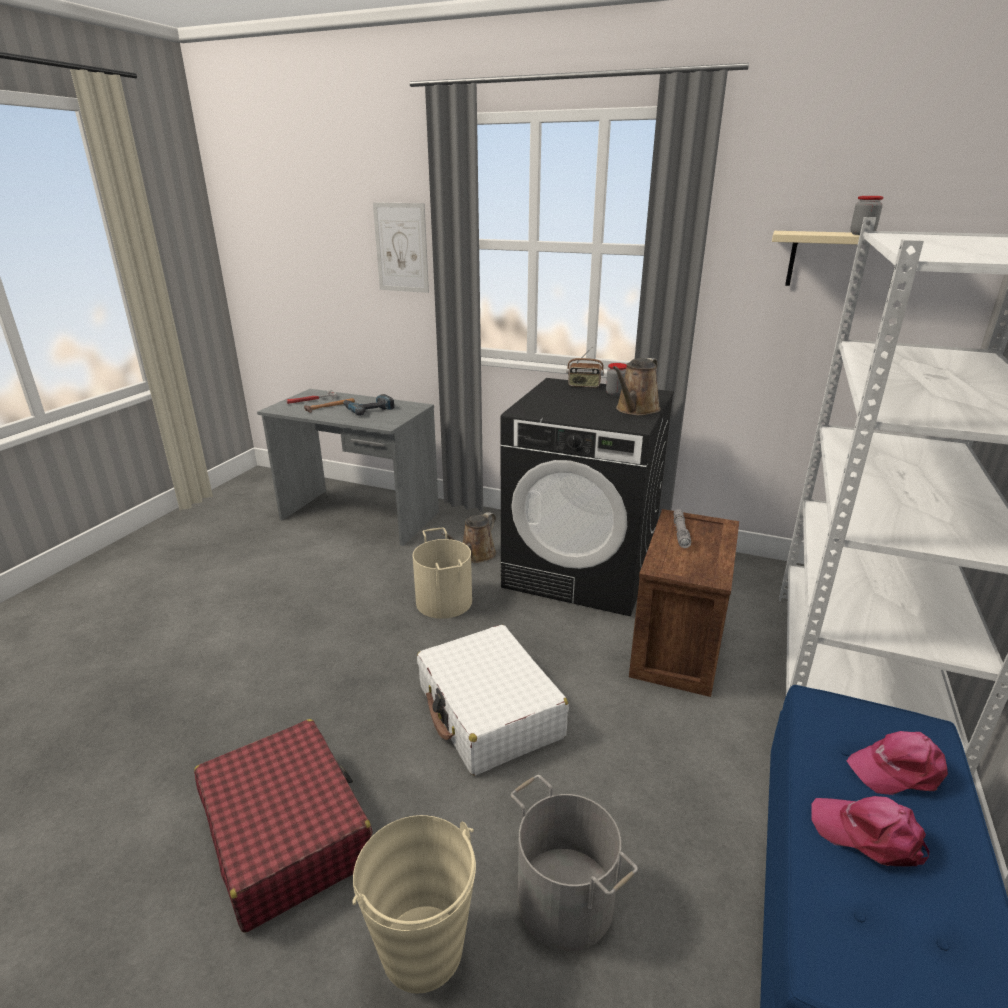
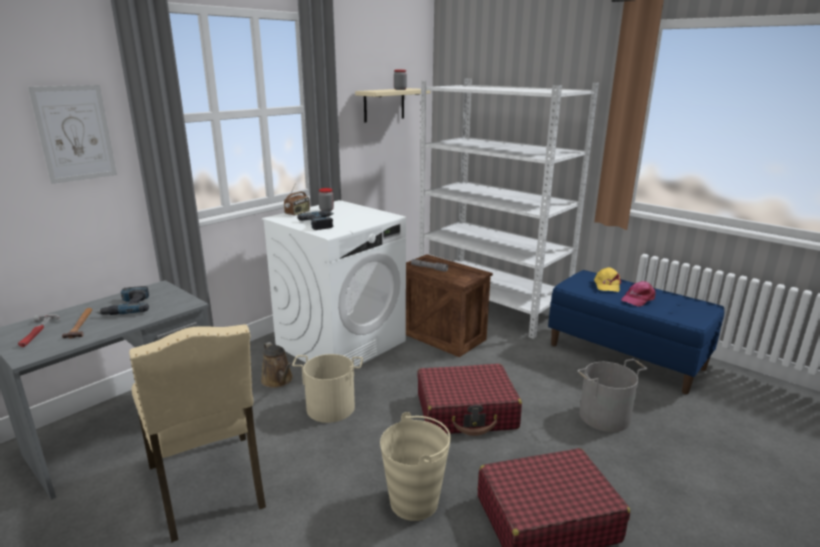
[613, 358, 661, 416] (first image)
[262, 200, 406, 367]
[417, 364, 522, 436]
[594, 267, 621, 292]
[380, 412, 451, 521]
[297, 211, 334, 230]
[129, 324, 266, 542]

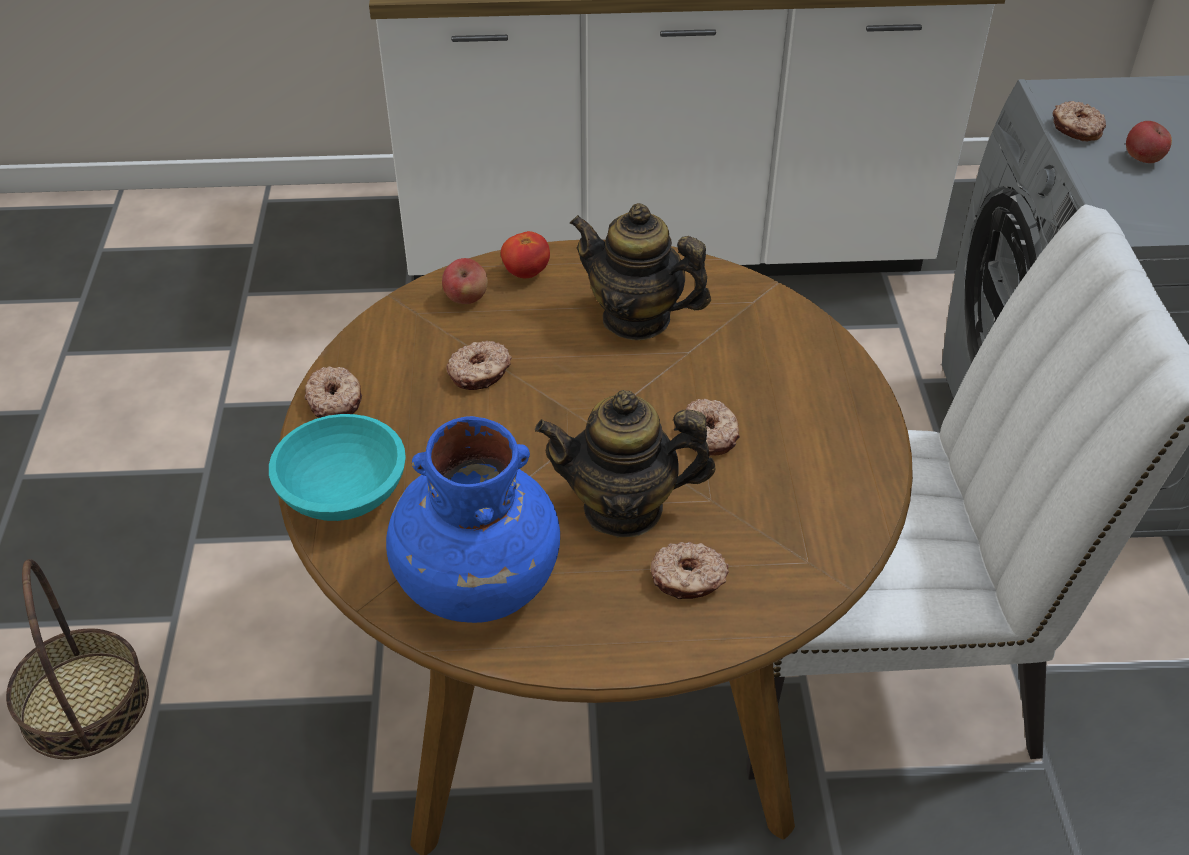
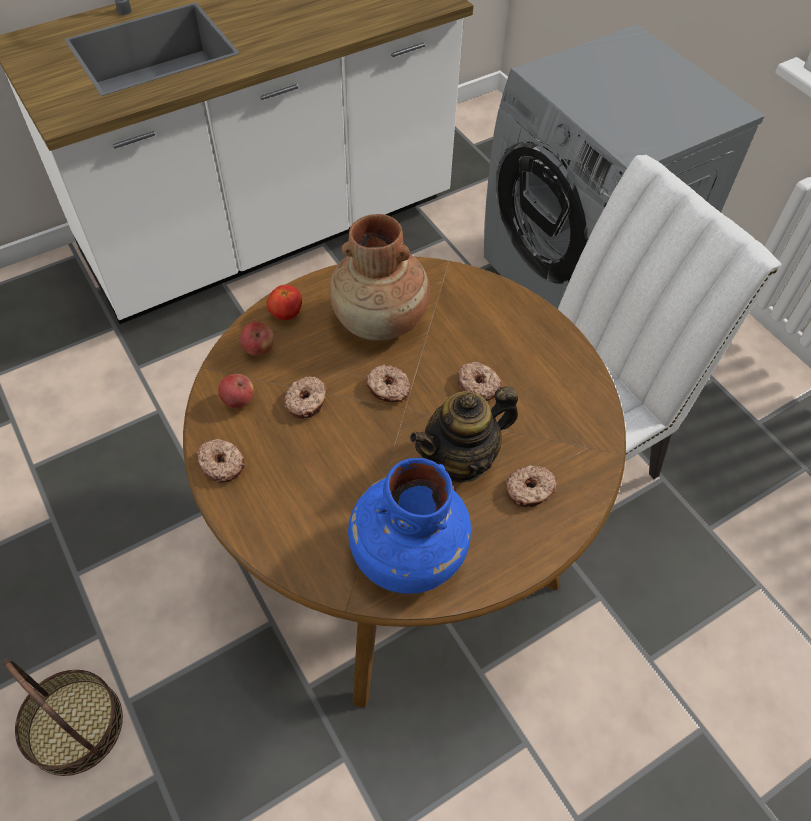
[366, 365, 411, 402]
[218, 373, 254, 408]
[329, 214, 430, 341]
[269, 414, 406, 521] (first image)

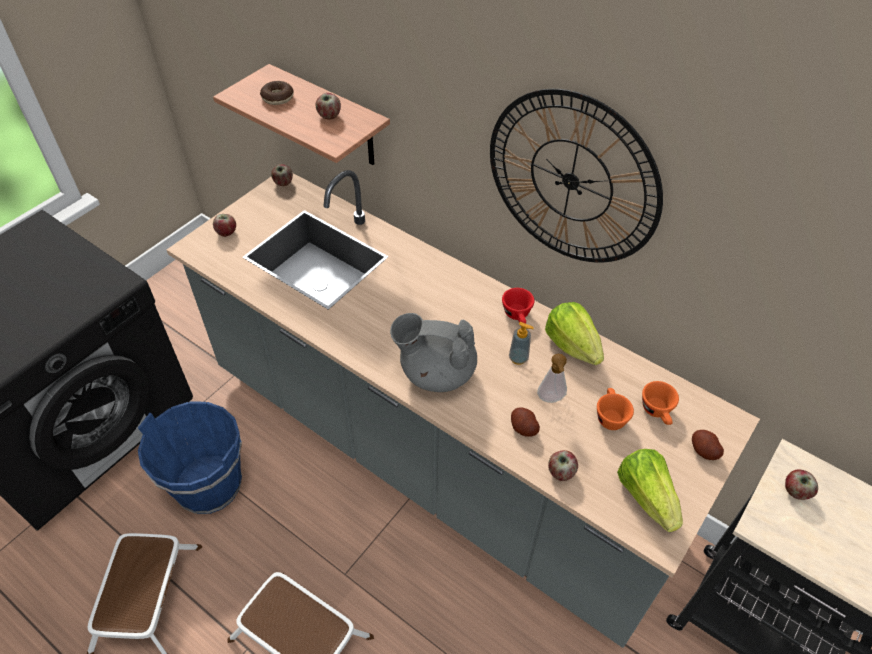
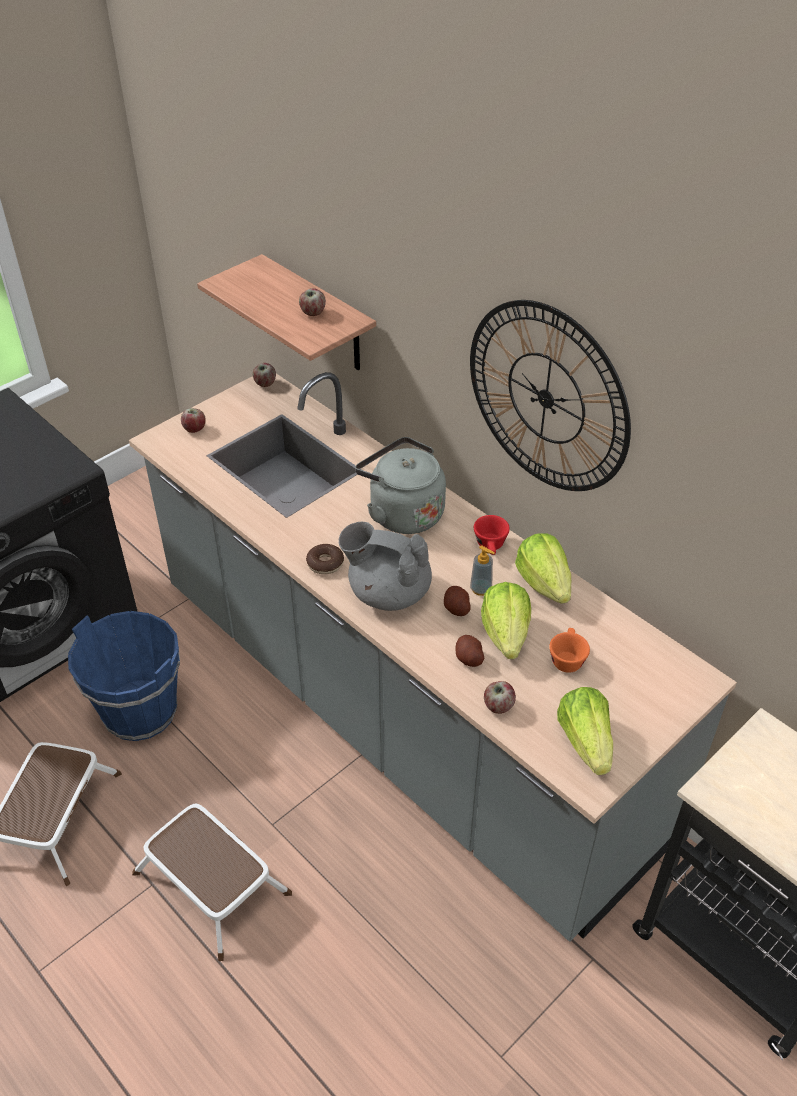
[306, 544, 344, 574]
[481, 582, 531, 659]
[642, 381, 679, 425] (first image)
[444, 586, 471, 616]
[785, 469, 818, 500] (first image)
[355, 437, 446, 534]

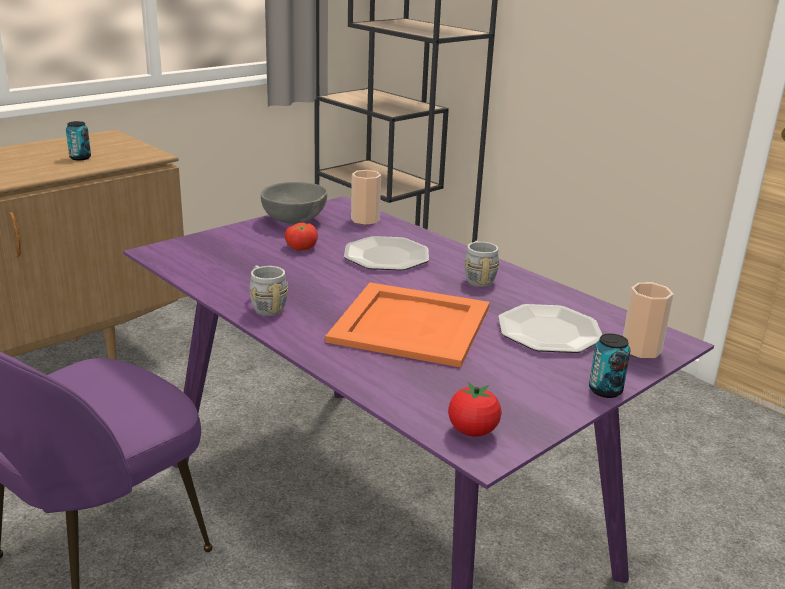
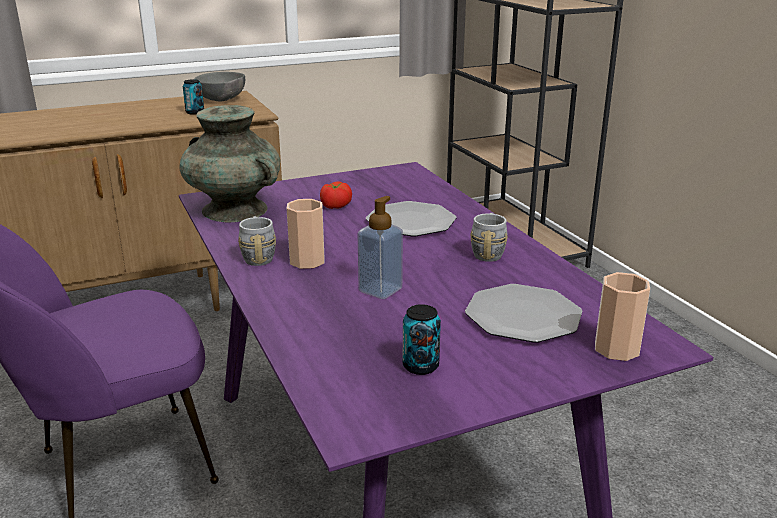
[287, 199, 325, 269]
[194, 72, 245, 101]
[358, 196, 403, 299]
[403, 304, 441, 375]
[448, 382, 501, 437] (first image)
[180, 105, 280, 222]

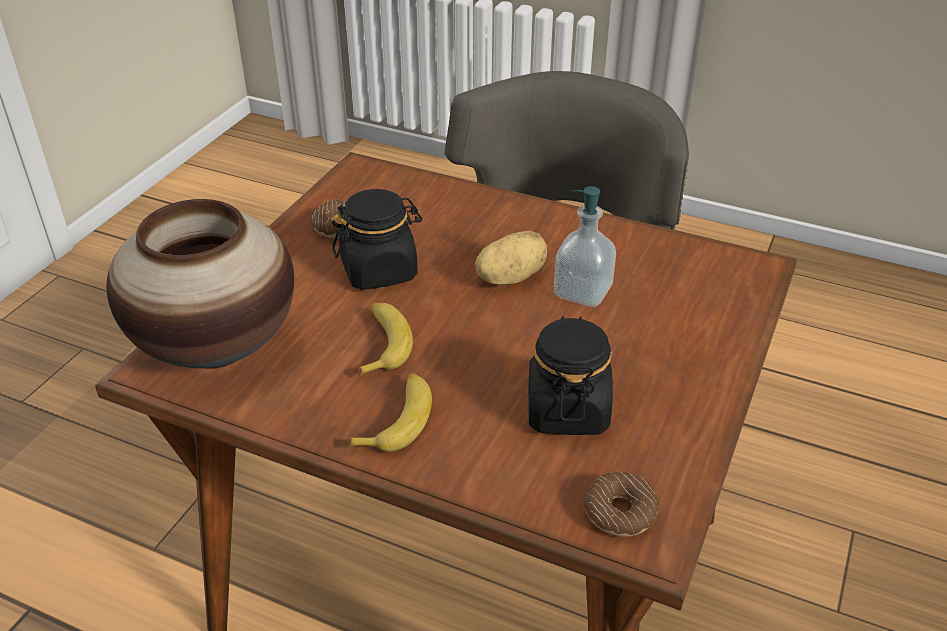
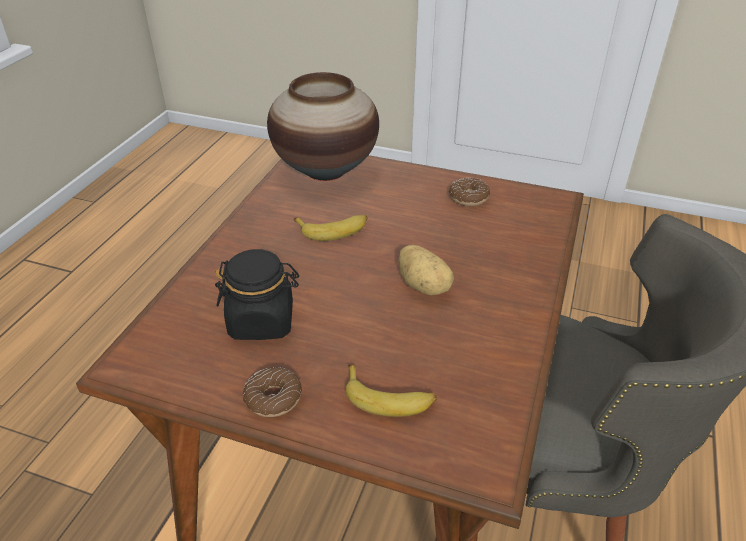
[554, 186, 616, 307] (first image)
[332, 189, 422, 290] (first image)
[345, 364, 437, 417]
[243, 367, 302, 417]

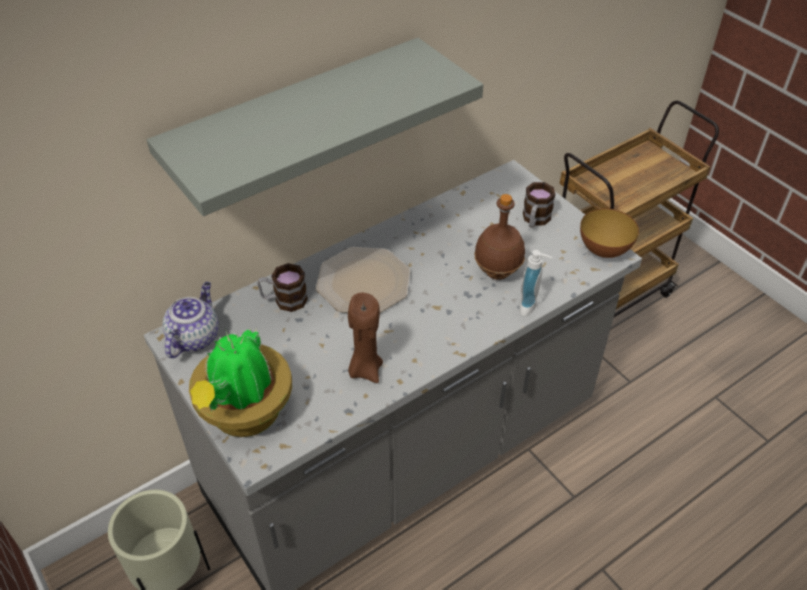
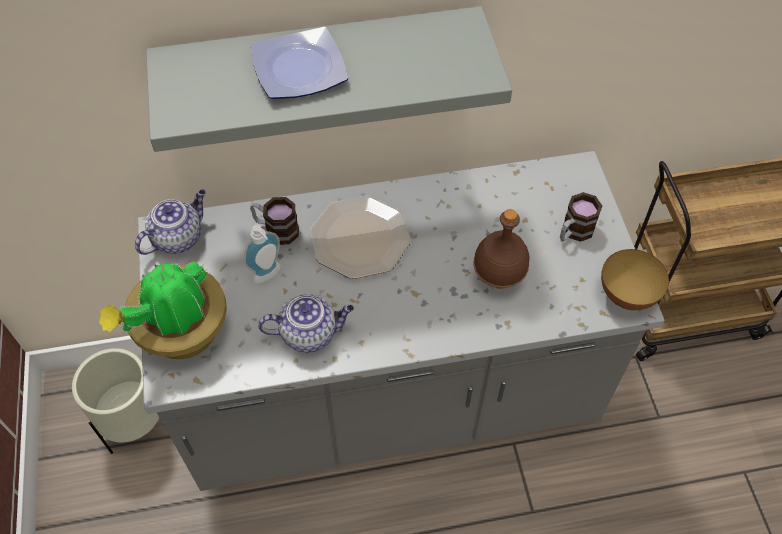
[244, 224, 281, 283]
[258, 294, 354, 353]
[251, 27, 348, 99]

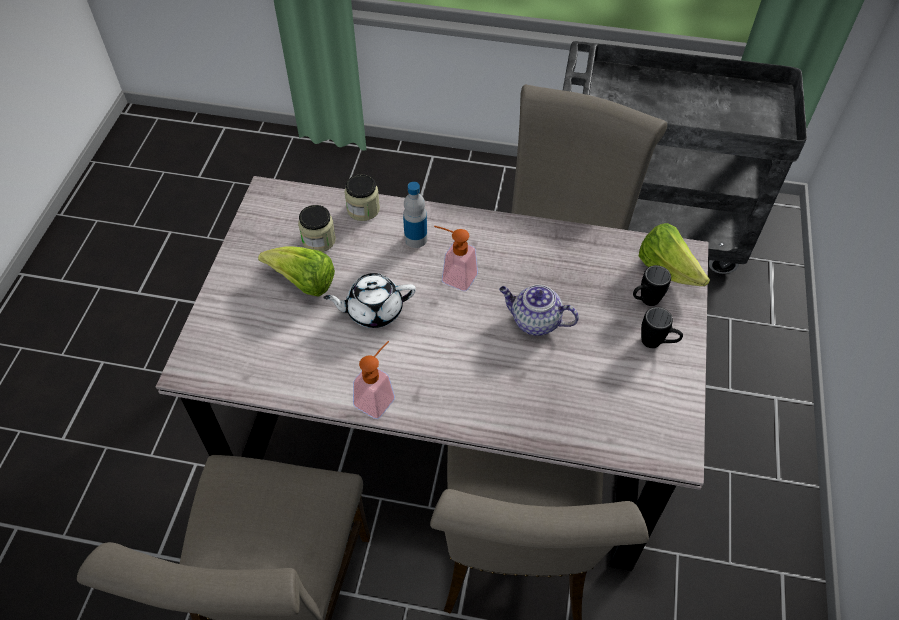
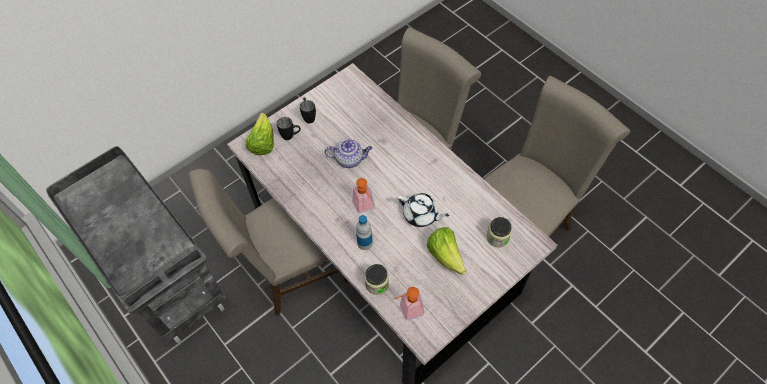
[486, 217, 512, 247]
[324, 139, 373, 168]
[394, 287, 424, 320]

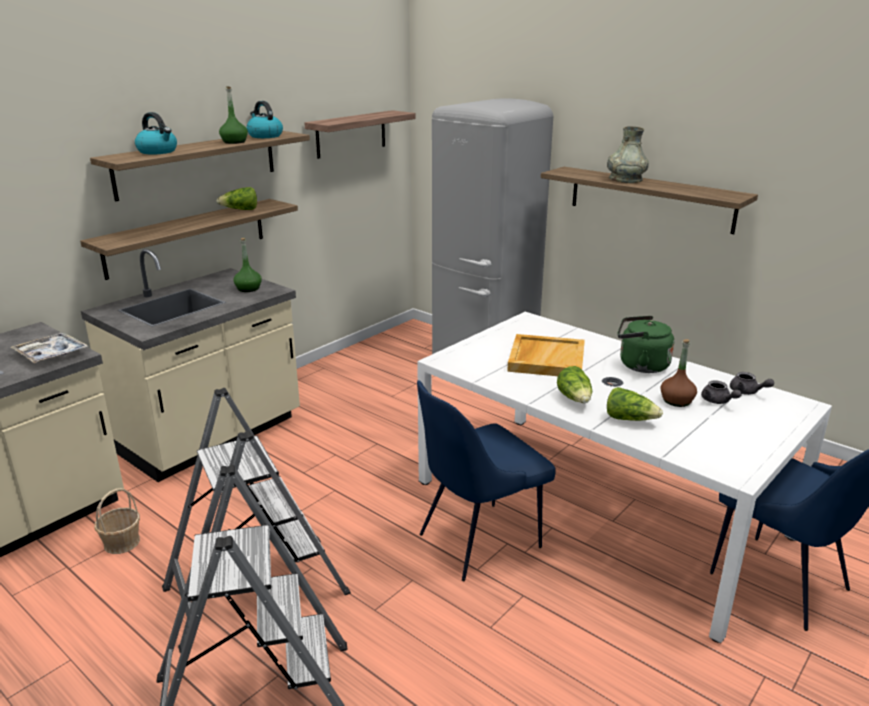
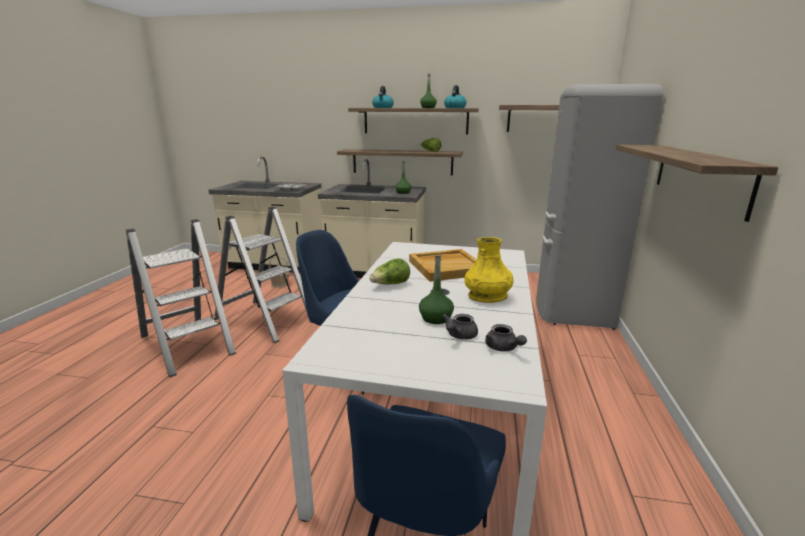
[607, 126, 649, 183] (first image)
[464, 237, 514, 303]
[419, 255, 454, 324]
[485, 324, 527, 352]
[607, 387, 663, 421] (first image)

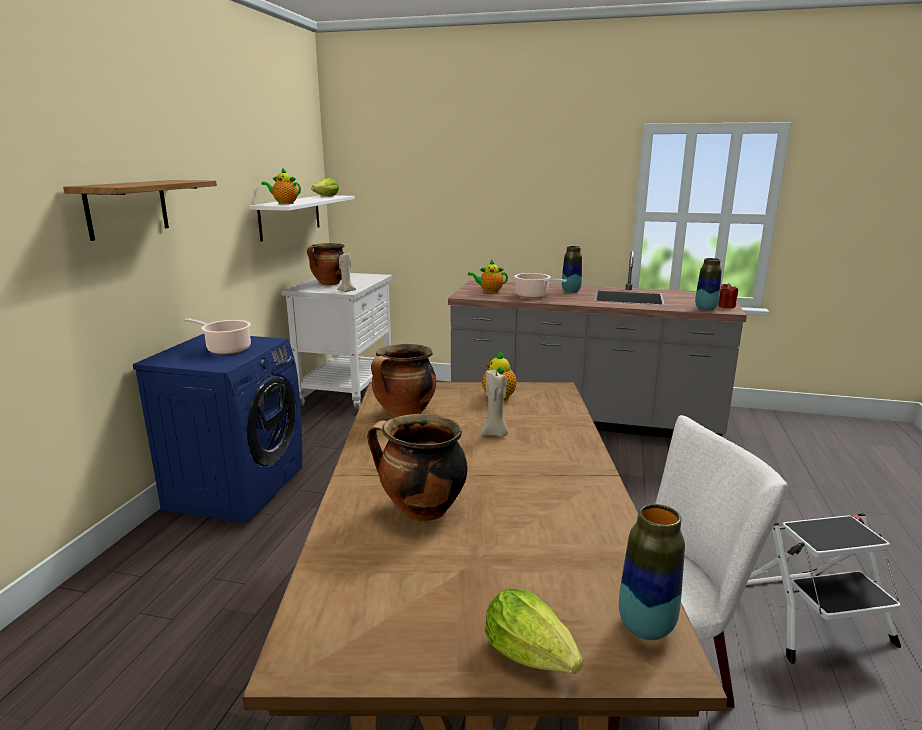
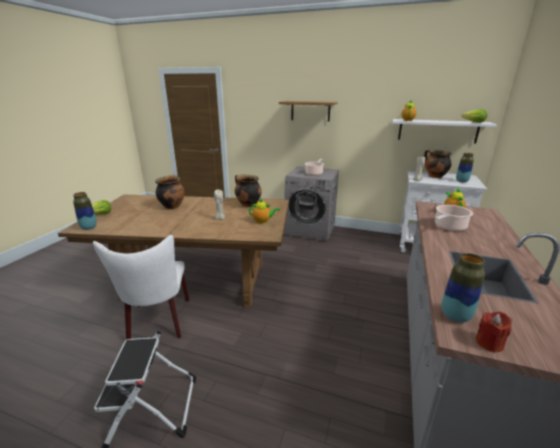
[456, 153, 474, 183]
[284, 166, 339, 241]

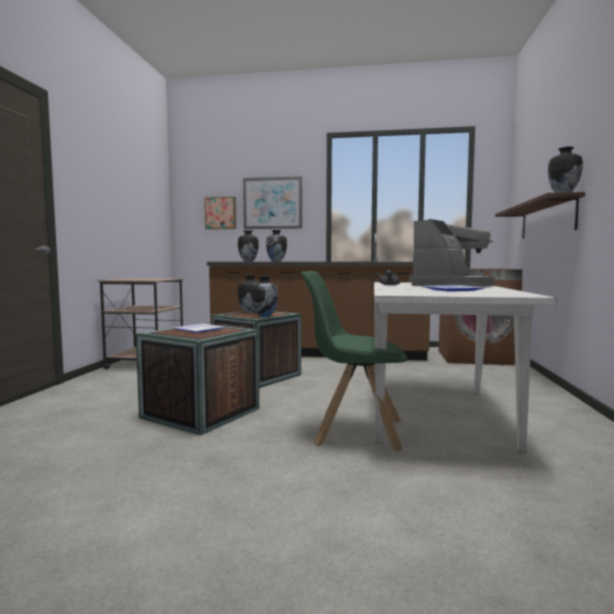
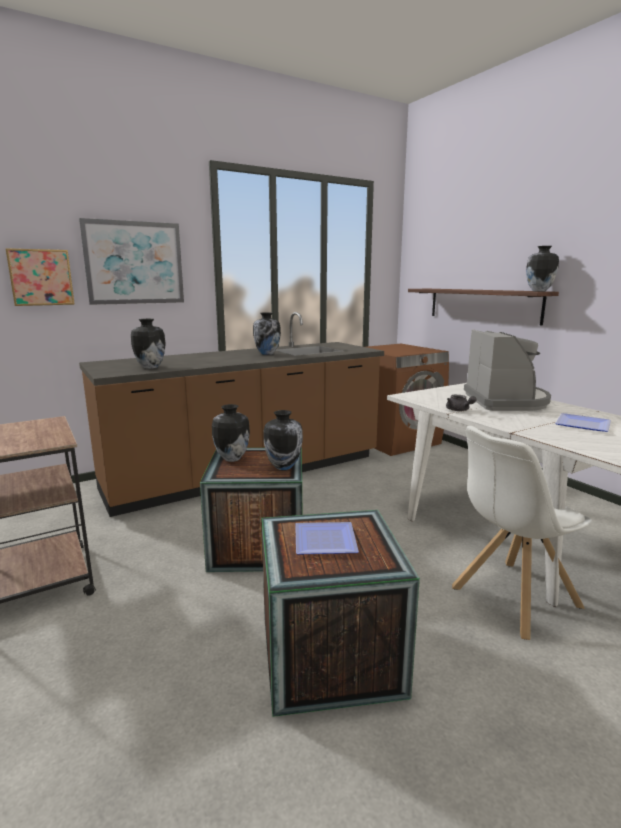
[253, 312, 281, 355]
[452, 426, 593, 640]

